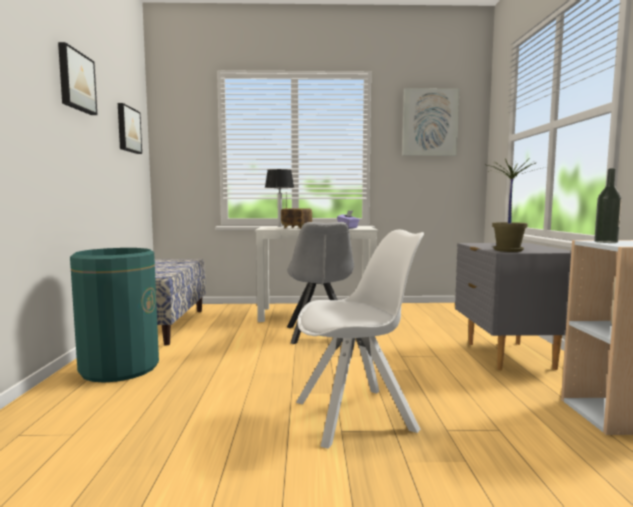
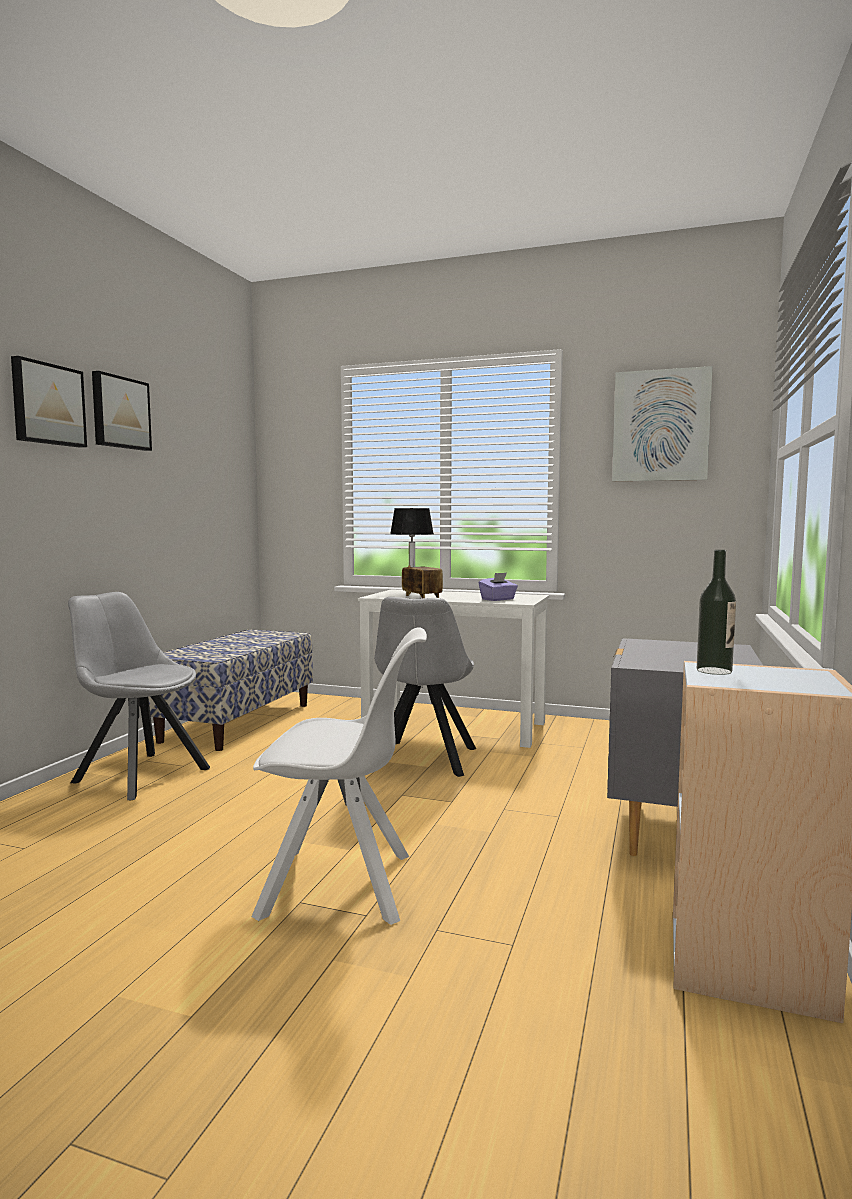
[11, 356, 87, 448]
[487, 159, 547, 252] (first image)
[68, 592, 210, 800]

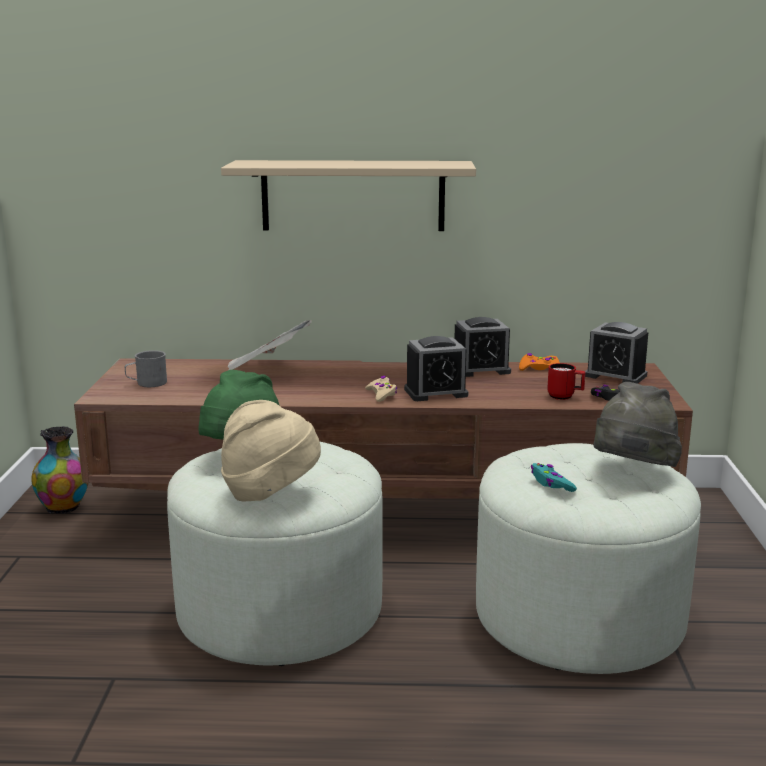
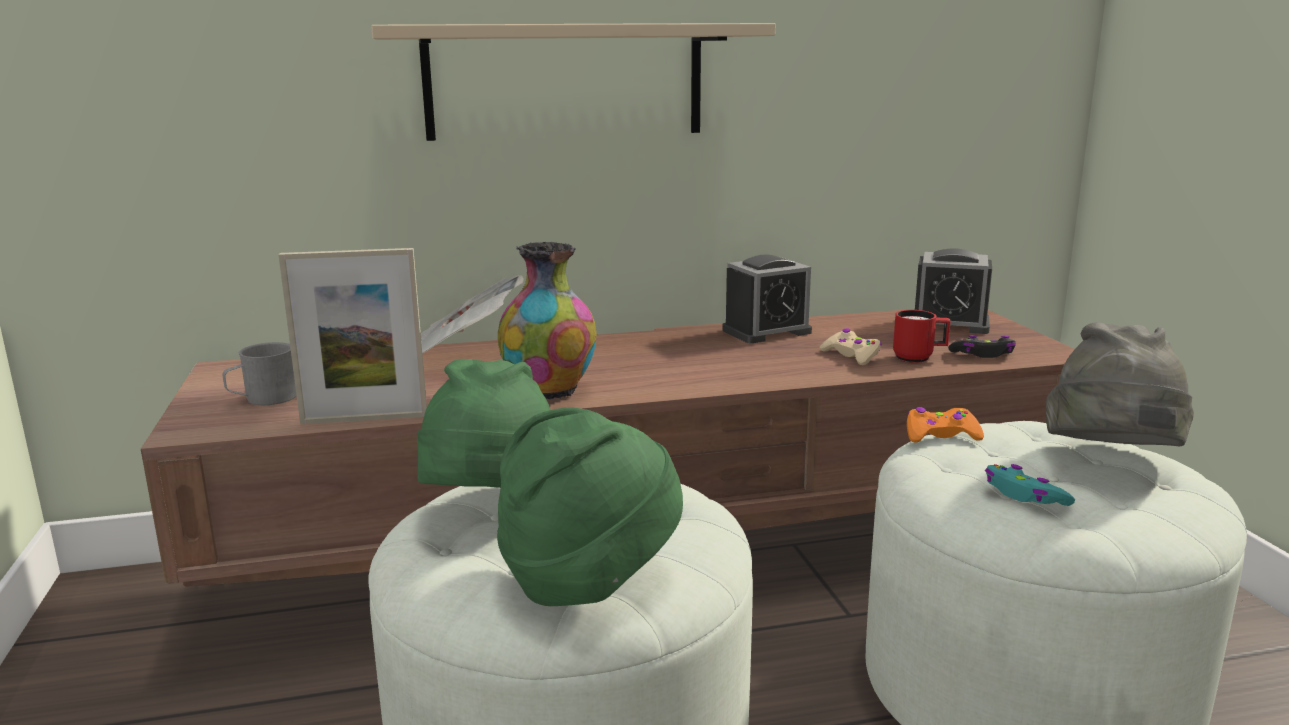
[404, 336, 468, 401] (first image)
[907, 407, 984, 443]
[820, 328, 882, 365]
[497, 407, 683, 606]
[498, 242, 597, 399]
[279, 248, 427, 424]

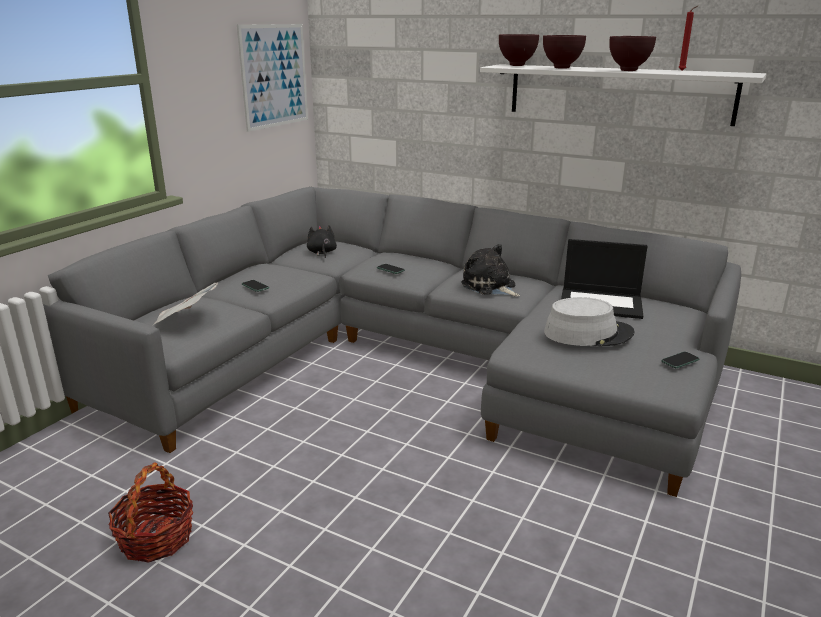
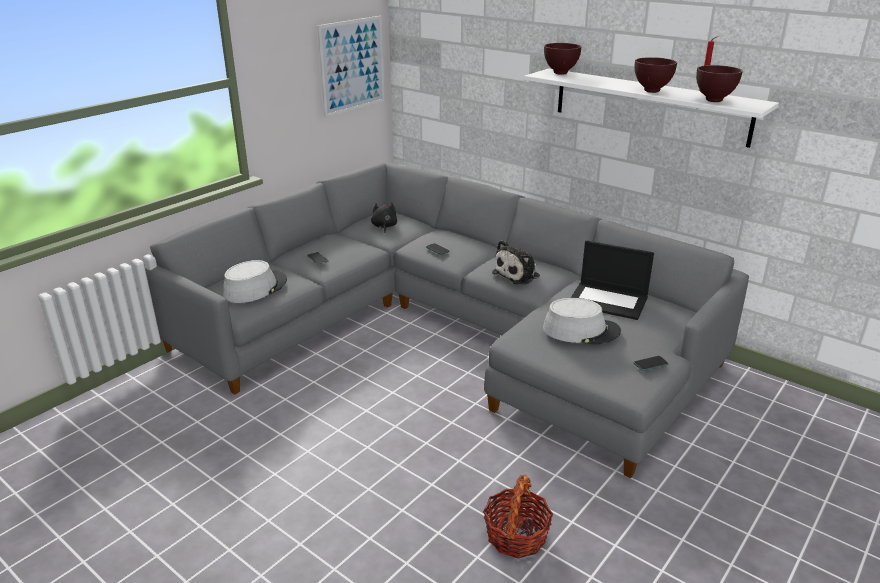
[696, 65, 742, 102]
[492, 240, 540, 284]
[223, 260, 287, 303]
[483, 475, 553, 558]

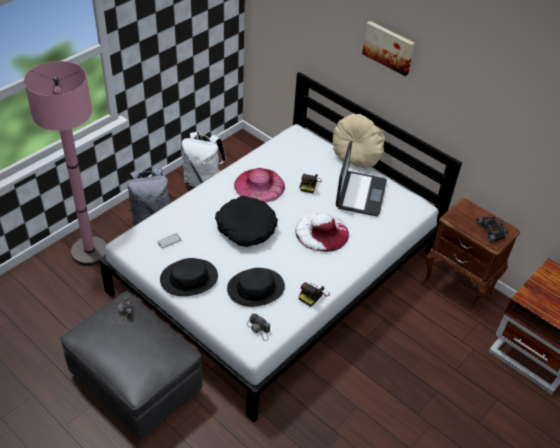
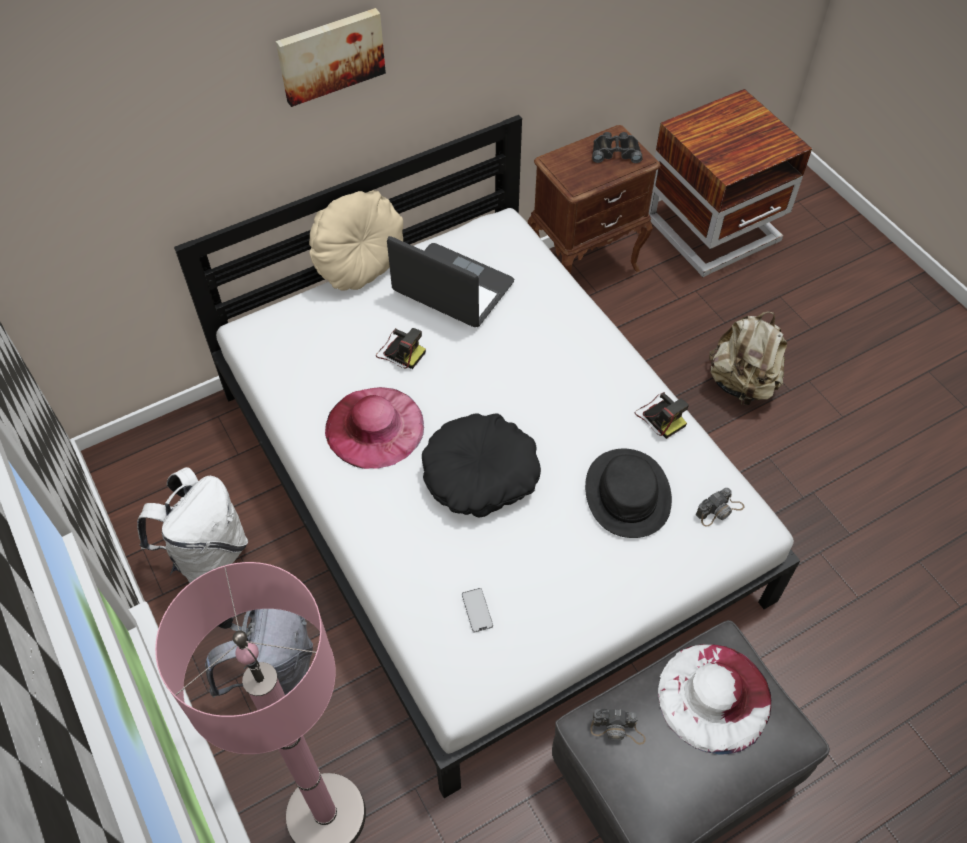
[658, 644, 771, 755]
[160, 258, 218, 296] (first image)
[709, 311, 787, 405]

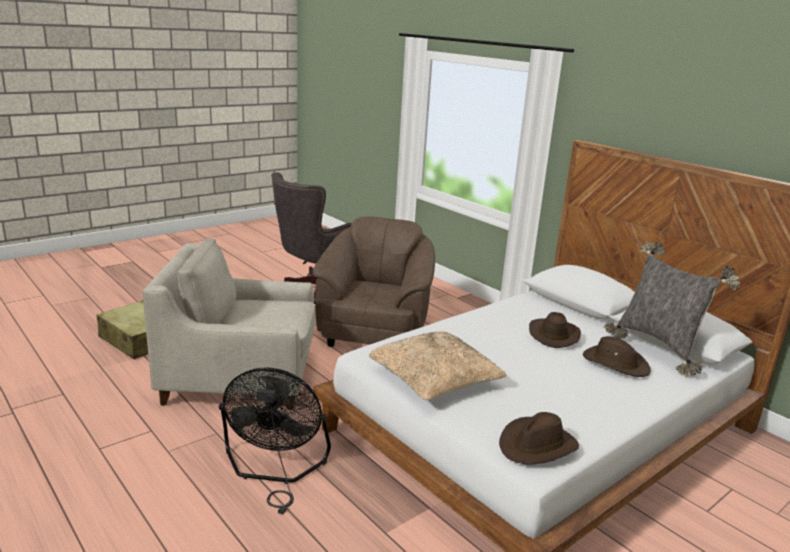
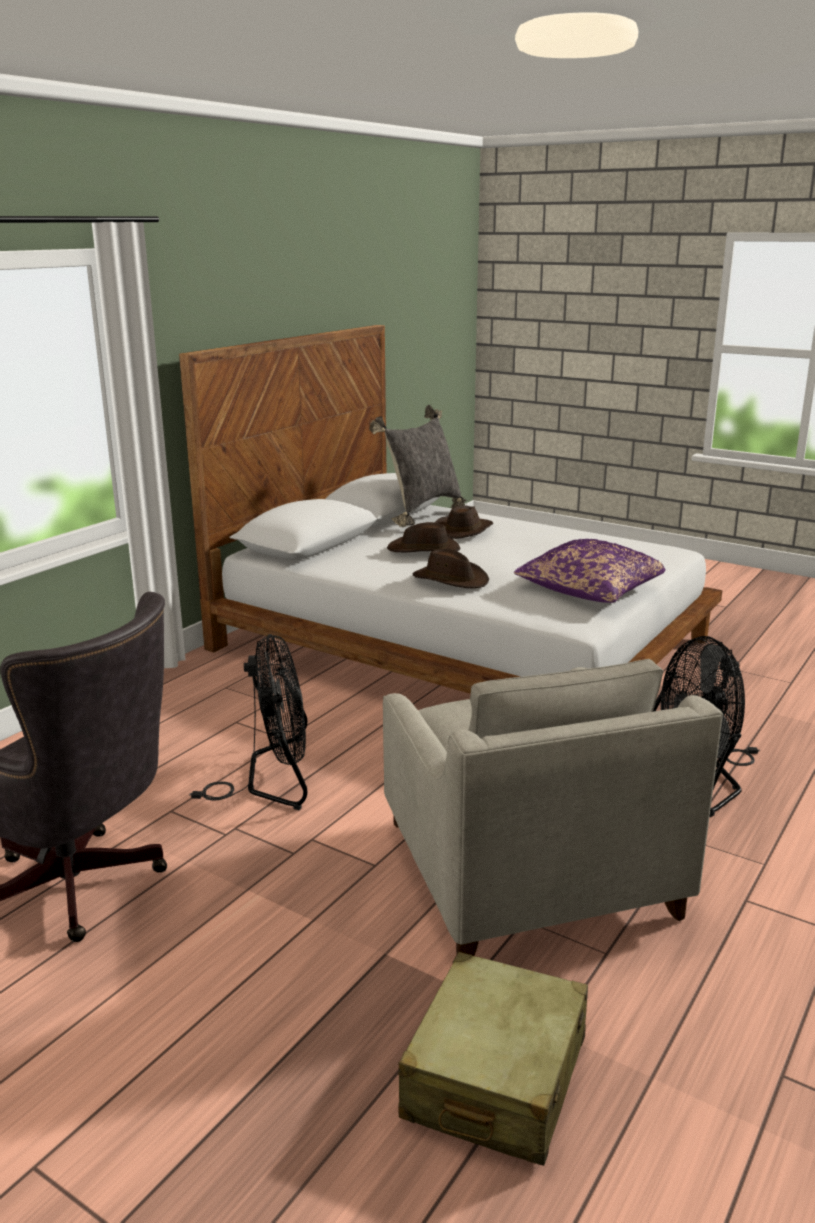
[189, 634, 307, 810]
[514, 539, 666, 603]
[413, 549, 489, 588]

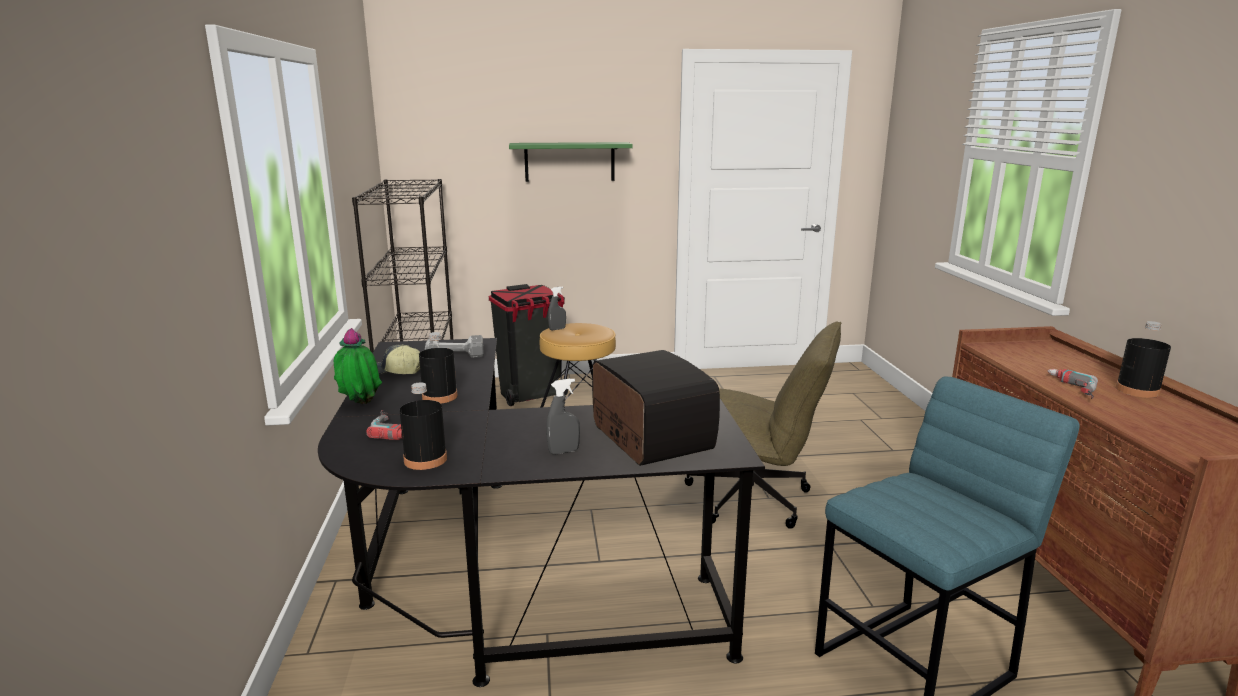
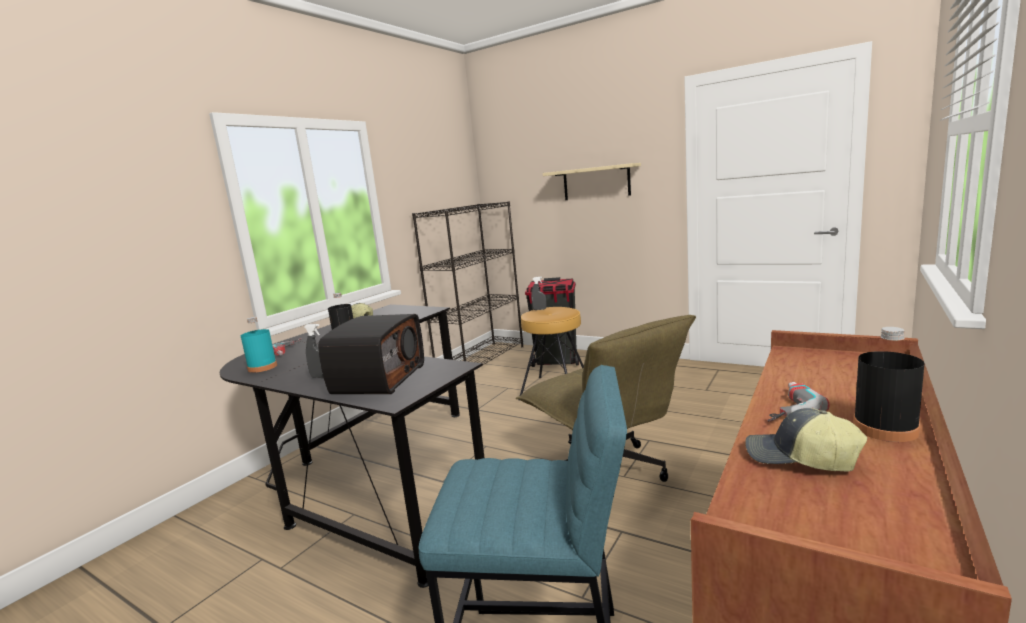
[543, 163, 641, 200]
[334, 328, 382, 404] (first image)
[425, 335, 484, 358] (first image)
[241, 317, 277, 373]
[745, 408, 867, 471]

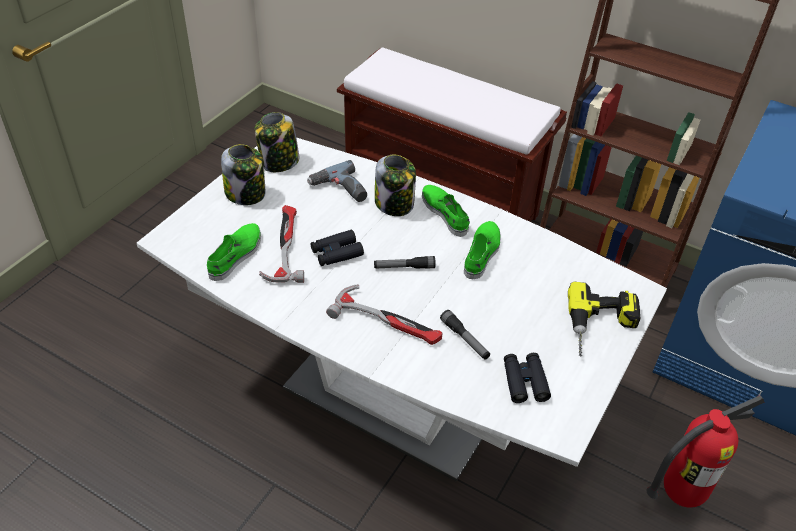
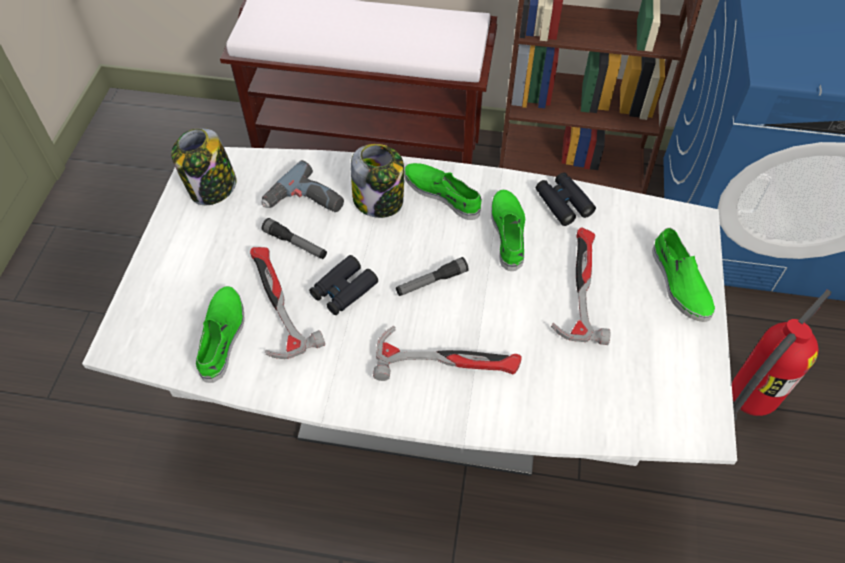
[221, 144, 266, 205] (first image)
[652, 228, 715, 322]
[262, 218, 327, 259]
[536, 172, 596, 226]
[551, 227, 610, 345]

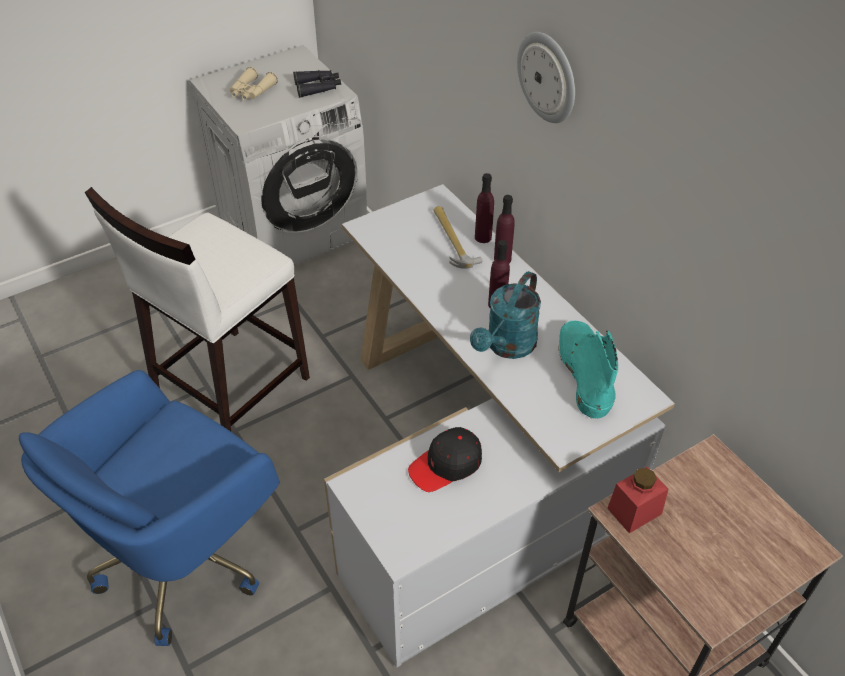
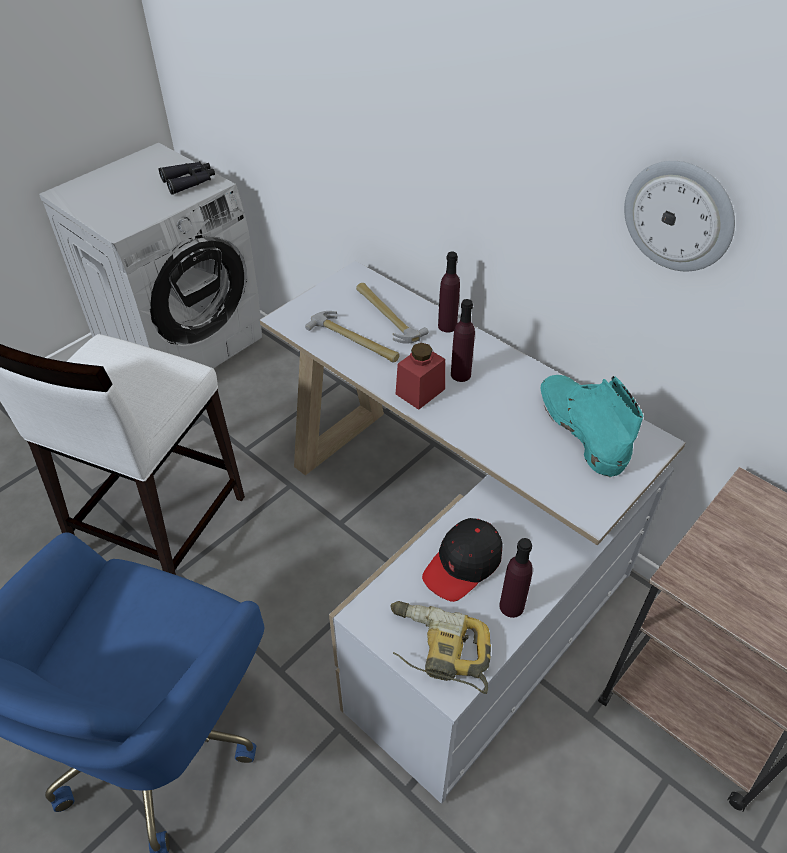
[624, 161, 735, 271]
[230, 67, 278, 100] (first image)
[499, 538, 533, 618]
[470, 271, 541, 359] (first image)
[396, 343, 445, 410]
[305, 311, 400, 362]
[390, 601, 491, 694]

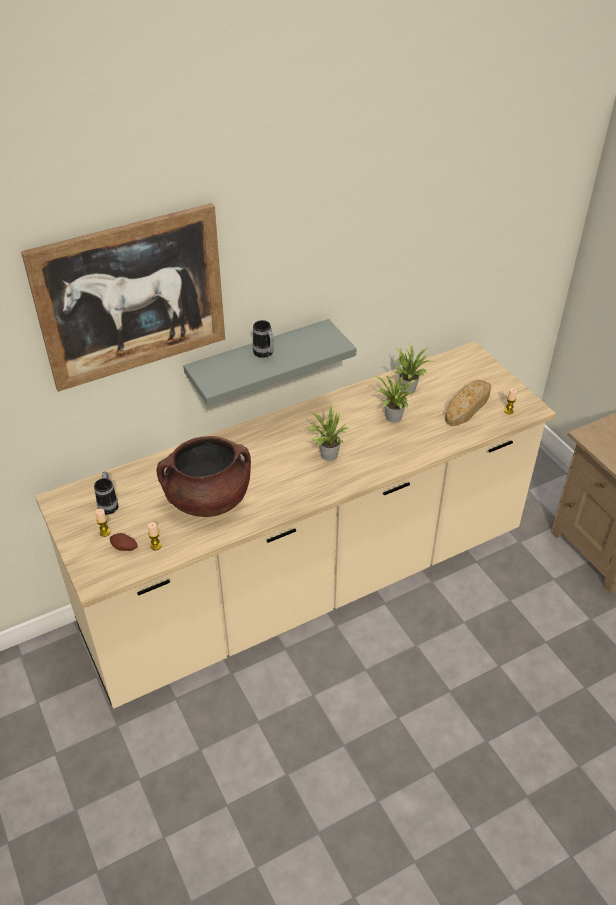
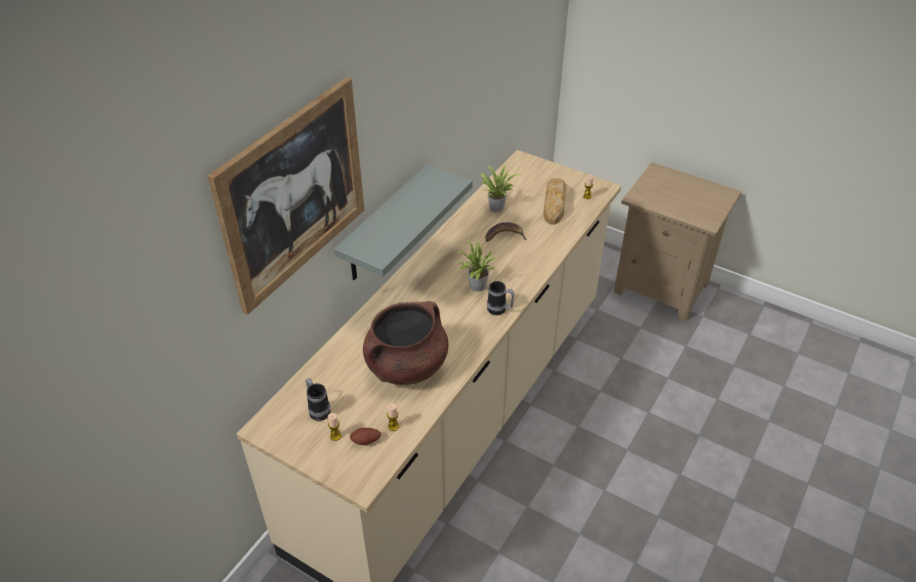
[487, 281, 514, 315]
[485, 222, 527, 242]

